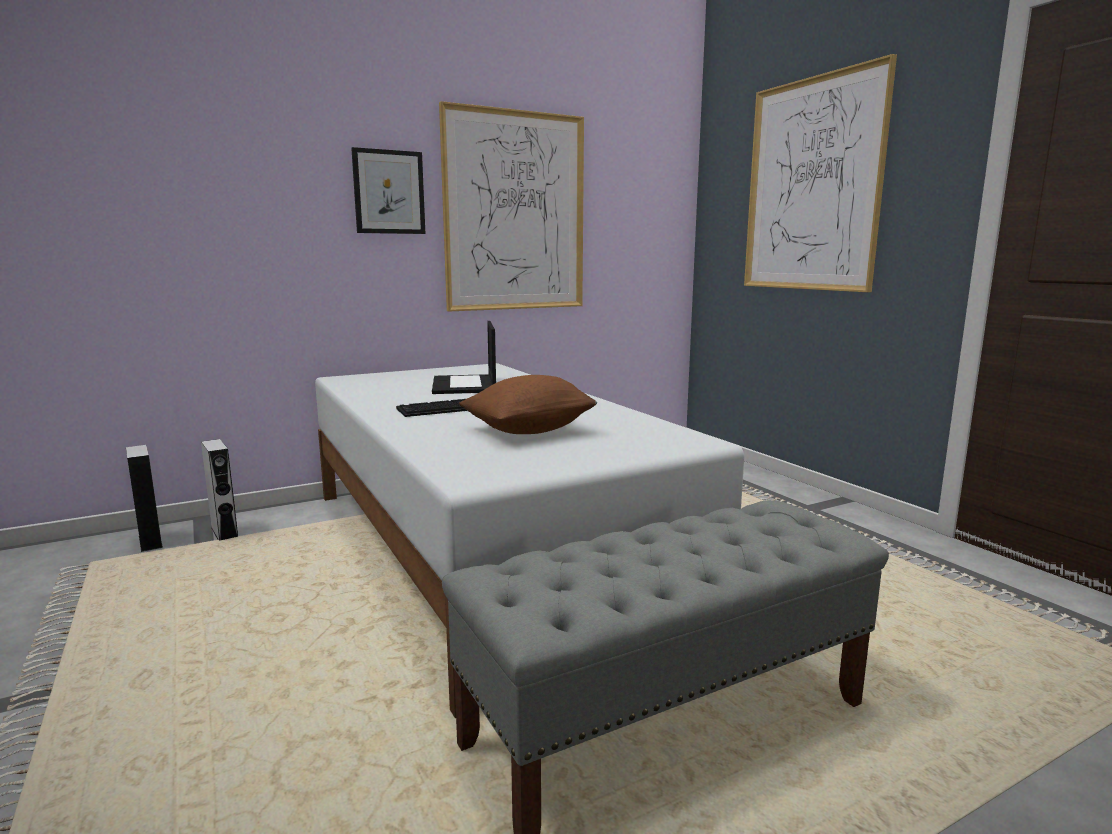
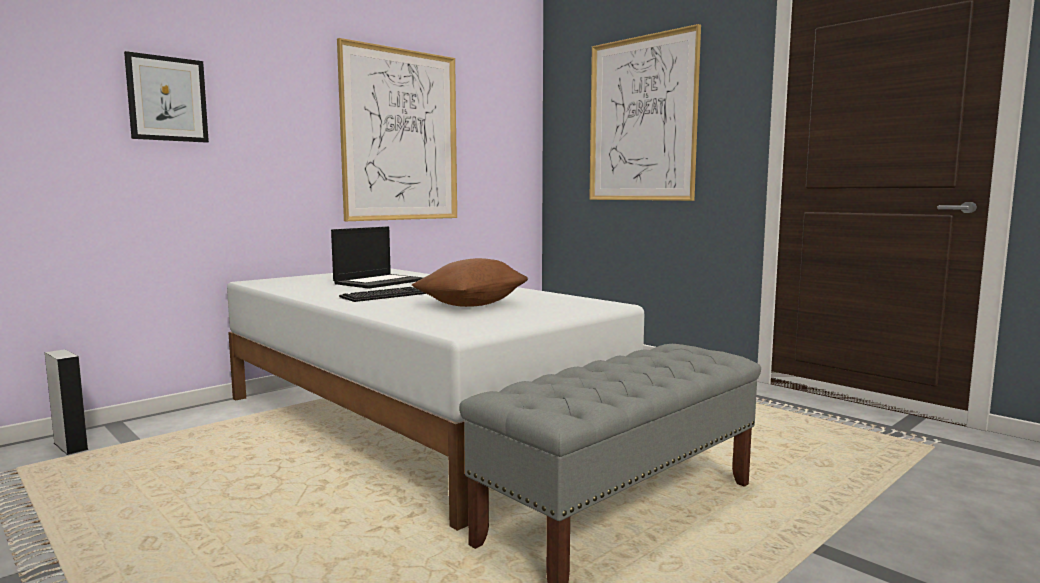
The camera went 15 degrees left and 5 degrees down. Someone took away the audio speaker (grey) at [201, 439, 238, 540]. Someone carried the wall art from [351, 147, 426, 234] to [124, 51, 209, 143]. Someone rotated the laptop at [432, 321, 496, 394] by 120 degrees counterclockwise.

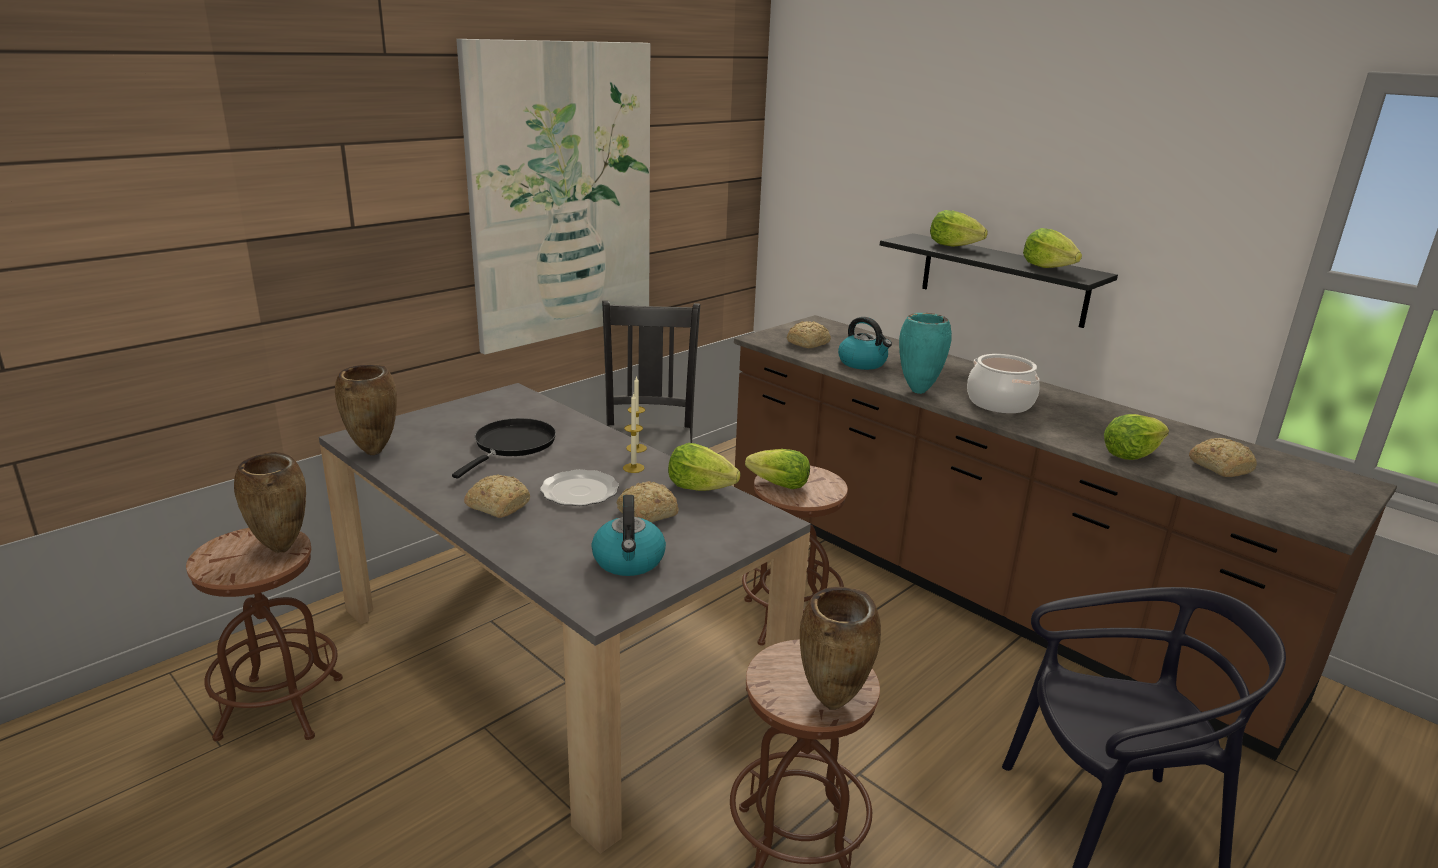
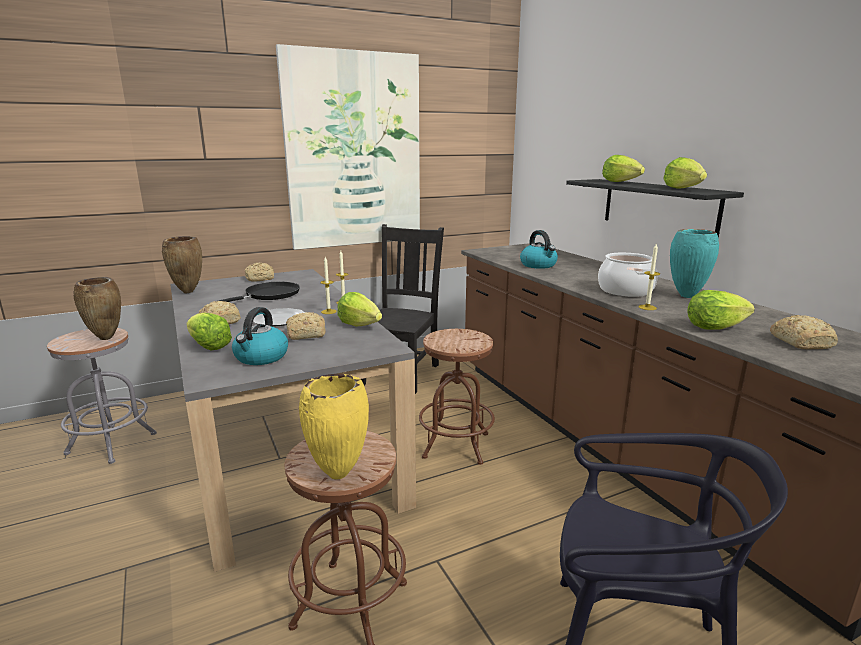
The camera went 20 degrees right and 5 degrees down. Someone repainted the stool (brown-coloured) at [186, 528, 343, 741], which became the stool (grey) at [47, 328, 157, 464]. Someone carried the head of lettuce from [745, 449, 810, 489] to [187, 313, 232, 350]. Someone carried the baked bread from [787, 321, 831, 348] to [245, 262, 274, 282]. Someone repainted the vase (brown-coloured) at [800, 587, 881, 710], which became the vase (yellow) at [299, 374, 369, 480]. Someone carried the vase (turquoise) from [899, 313, 952, 394] to [670, 229, 719, 298]. Someone put down the wax candle at [638, 244, 660, 310].

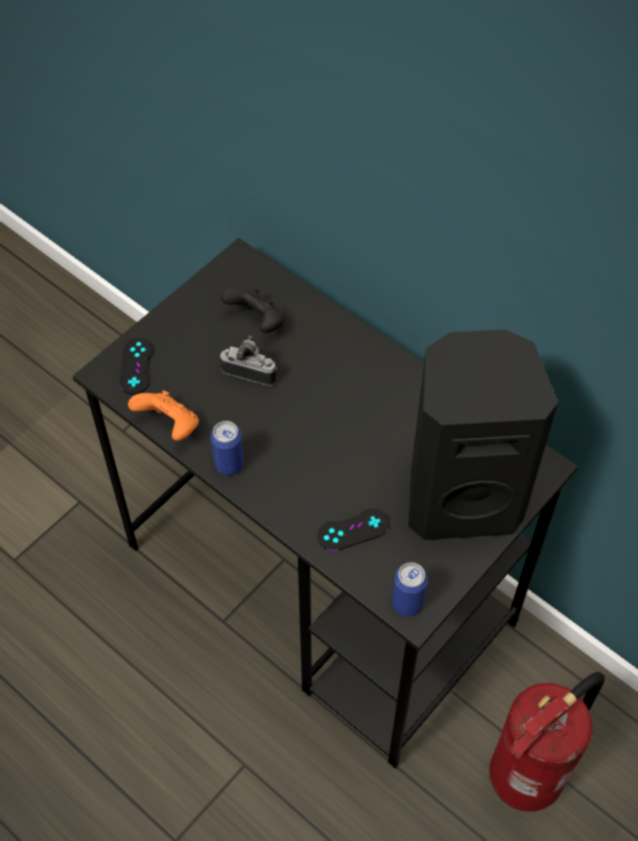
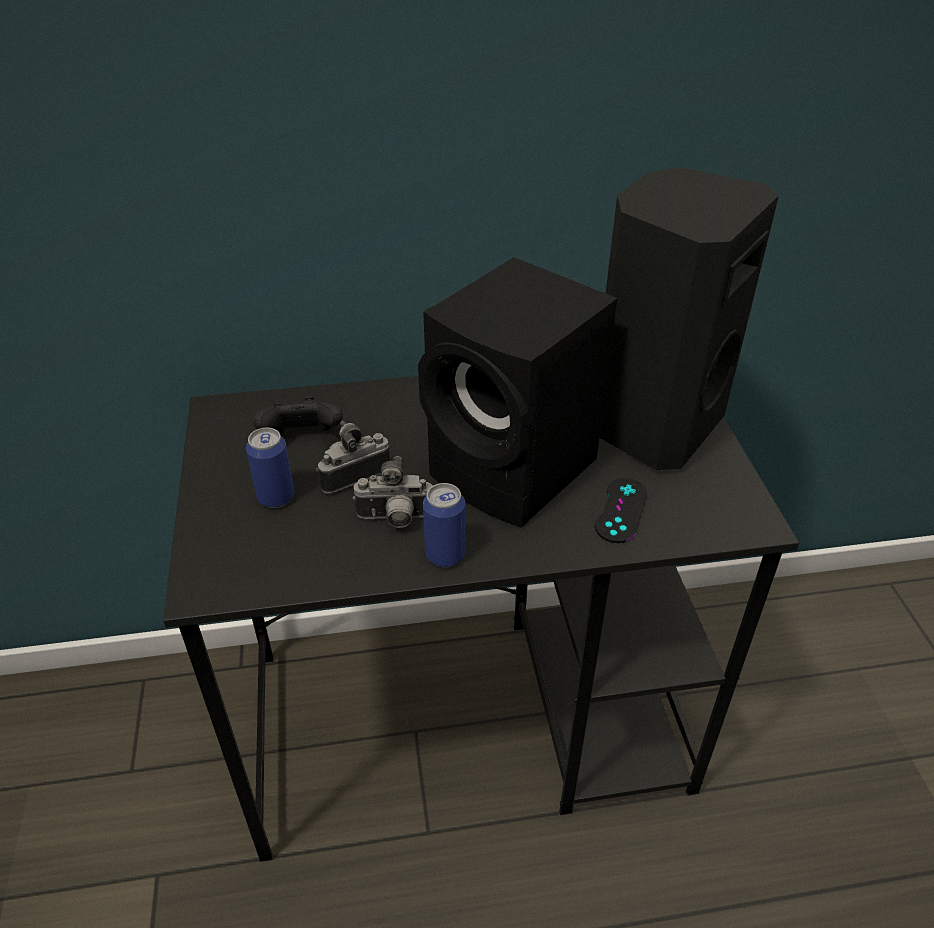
The camera went 50 degrees left and 15 degrees down. Someone took away the joypad (black-coloured) at [119, 338, 153, 395]. Someone took away the joypad (orange) at [128, 390, 199, 441]. Someone carried the metal can from [392, 562, 428, 616] to [246, 428, 294, 508]. Someone took away the fire extinguisher at [489, 672, 605, 812]. Someone put down the photo camera at [353, 456, 433, 528]. Someone put down the audio speaker (black-coloured) at [418, 257, 618, 528].

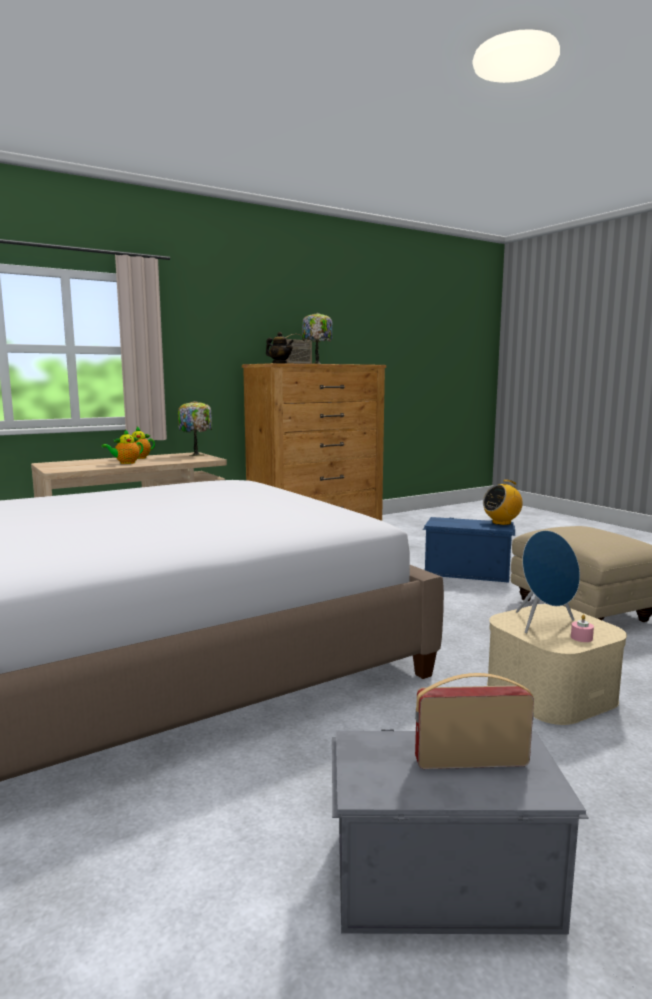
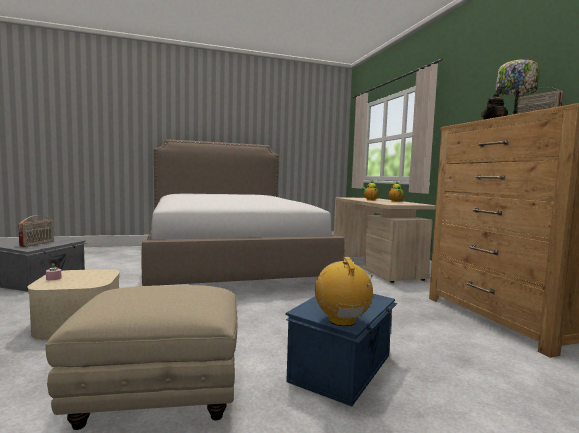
The camera went 105 degrees right and 5 degrees down. Someone took away the tabletop lamp at [178, 401, 212, 456]. Someone took away the audio speaker (blue-coloured) at [516, 530, 580, 633].

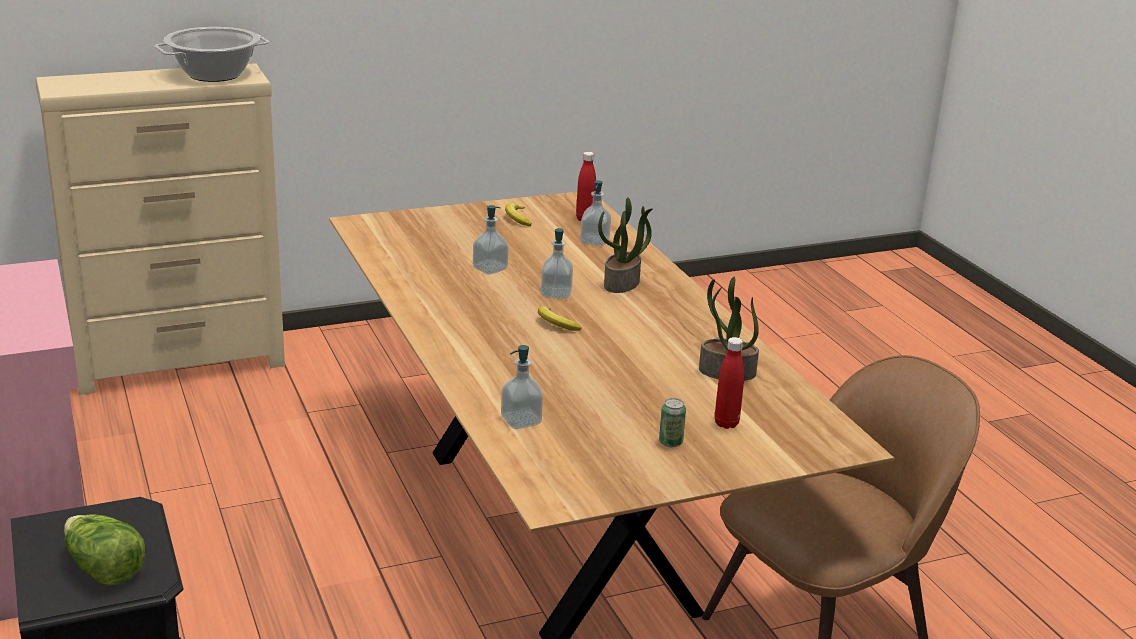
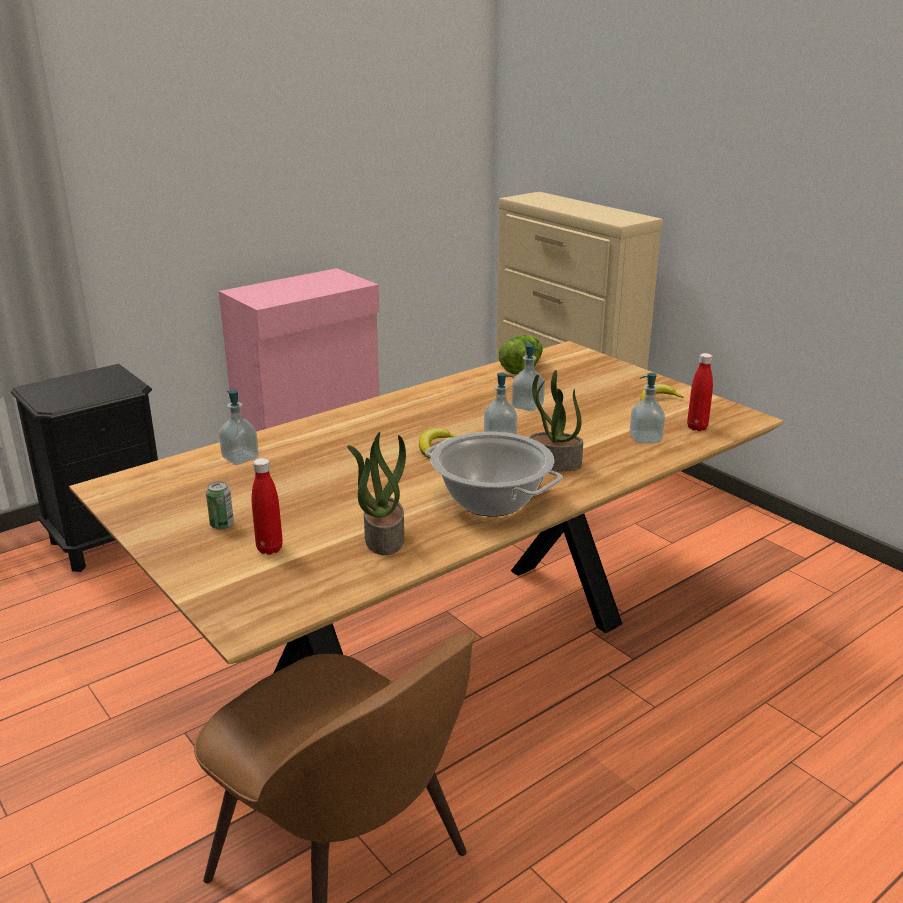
The camera went 75 degrees right and 0 degrees up. Someone carried the head of lettuce from [64, 514, 145, 586] to [499, 335, 543, 375]. Someone carried the saucepot from [154, 27, 269, 82] to [425, 432, 563, 517].

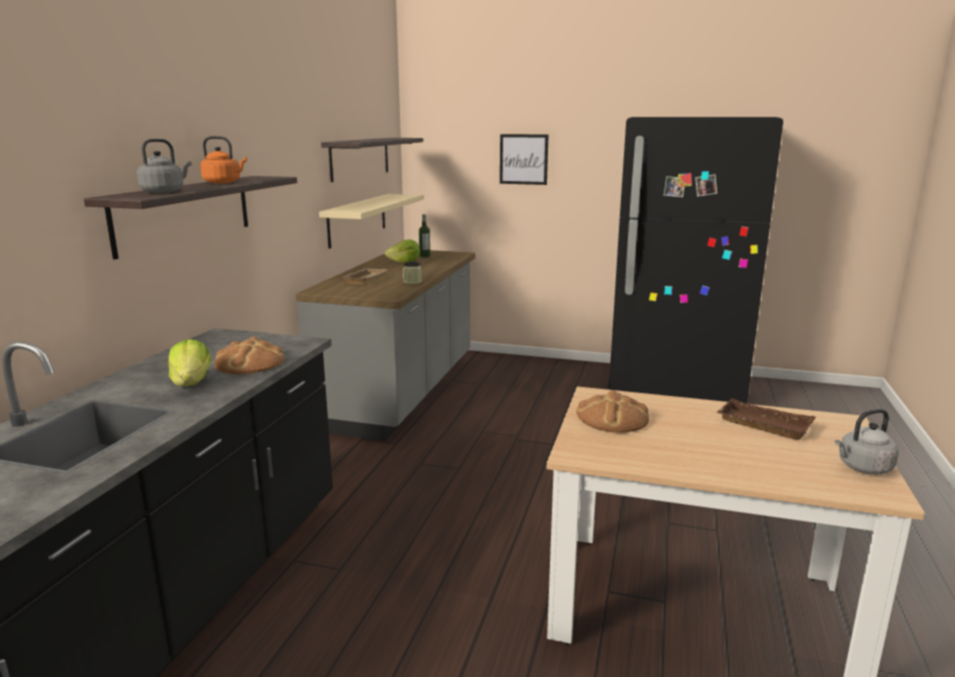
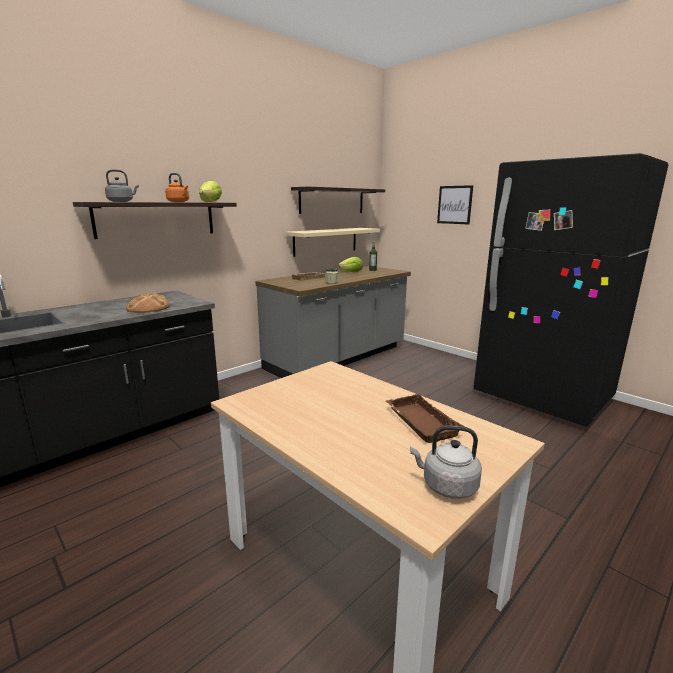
The camera went 30 degrees right and 0 degrees up. Someone carried the head of lettuce from [168, 339, 211, 387] to [199, 181, 222, 202]. Someone took away the baked bread at [576, 390, 649, 433].

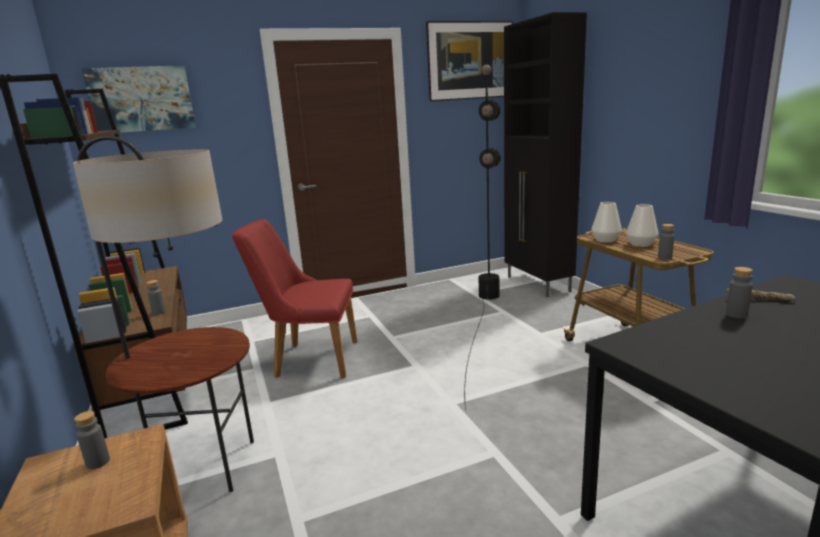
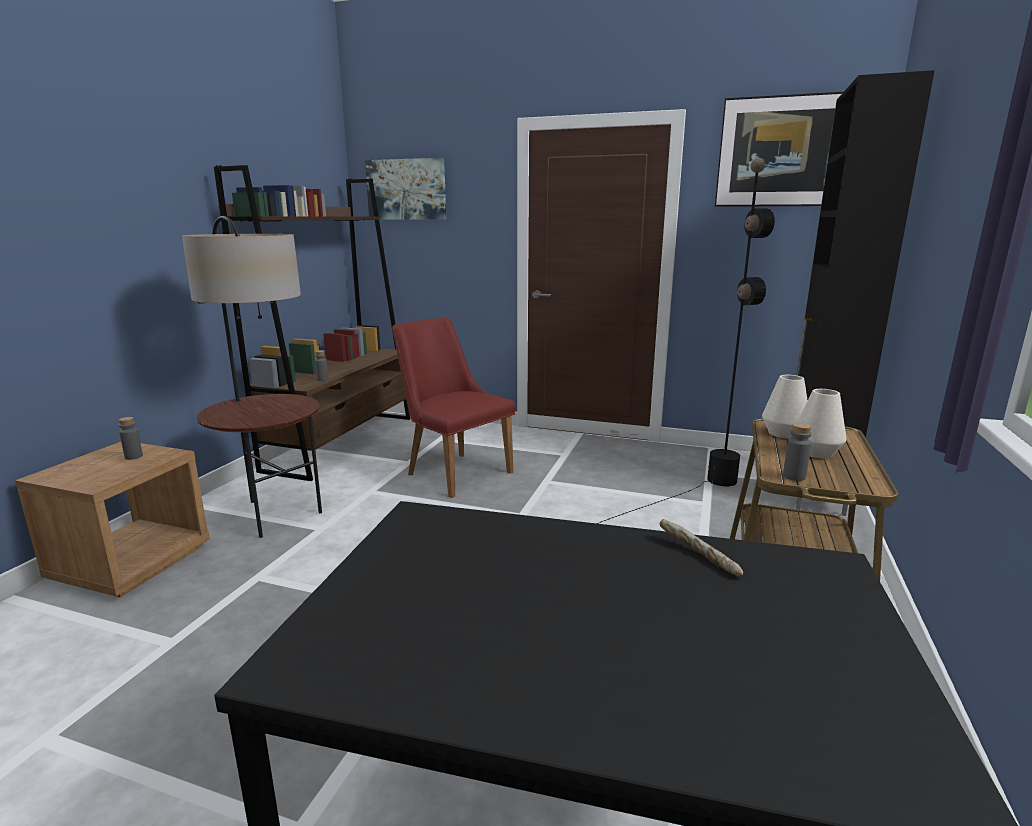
The camera went 40 degrees right and 0 degrees up. Someone took away the drink bottle (grey) at [726, 267, 753, 318].

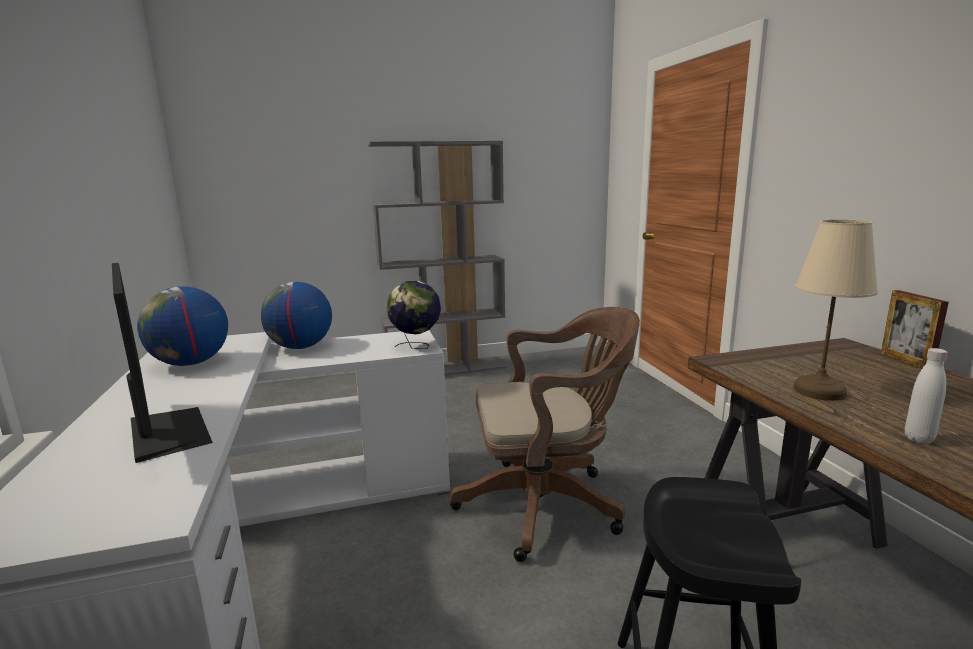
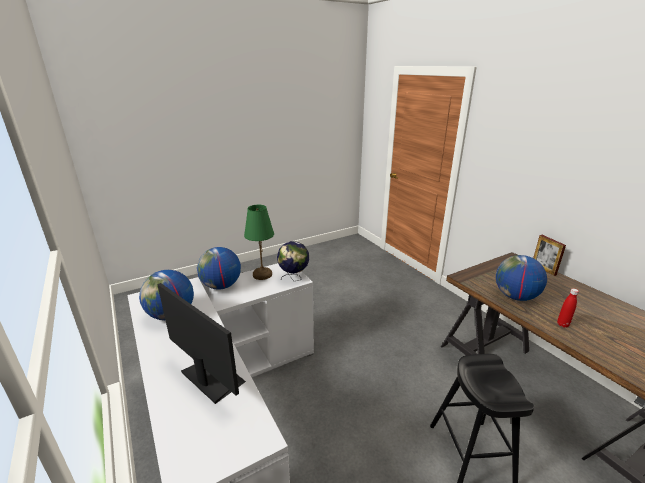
The camera went 15 degrees left and 10 degrees up. Someone took away the bookcase (grey) at [368, 141, 506, 376]. Someone took away the office chair (brown-coloured) at [450, 307, 640, 562]. Someone swapped the tabletop lamp (sand-coloured) at [794, 220, 878, 401] for the world globe at [496, 255, 547, 301]. Someone repainted the drink bottle (whitish) at [905, 348, 948, 444], which became the drink bottle (reddish) at [557, 288, 579, 328]. Someone put down the tabletop lamp (green-coloured) at [244, 205, 274, 280].

